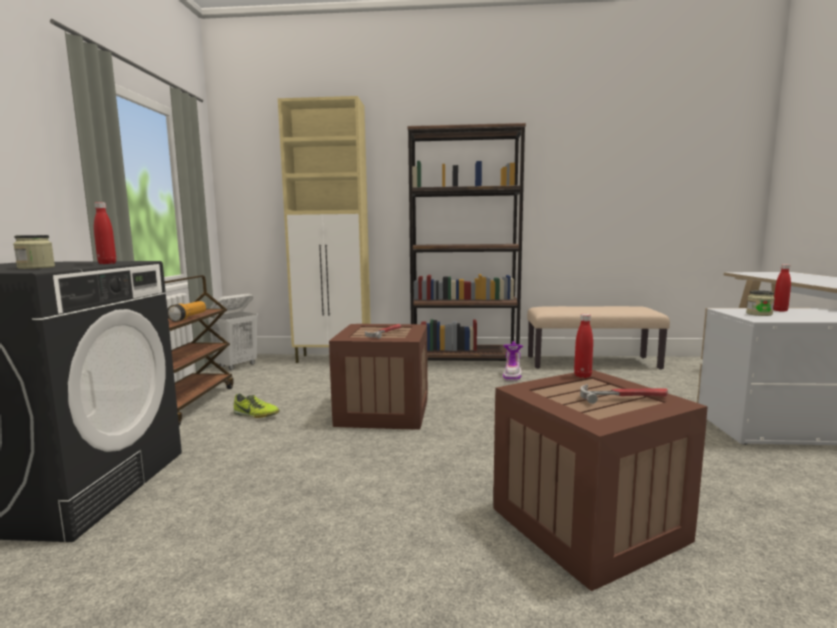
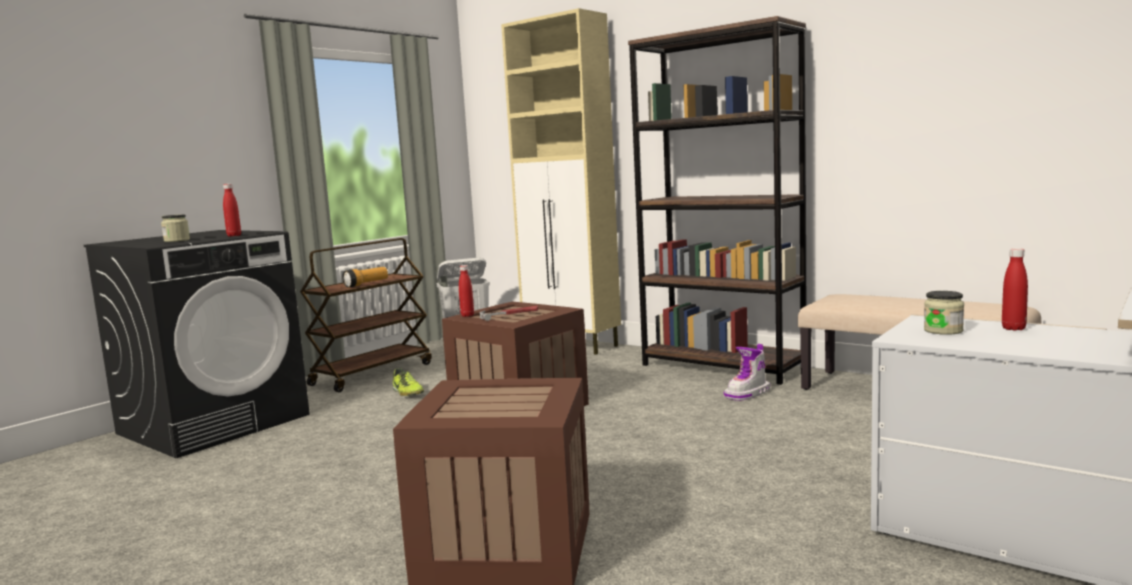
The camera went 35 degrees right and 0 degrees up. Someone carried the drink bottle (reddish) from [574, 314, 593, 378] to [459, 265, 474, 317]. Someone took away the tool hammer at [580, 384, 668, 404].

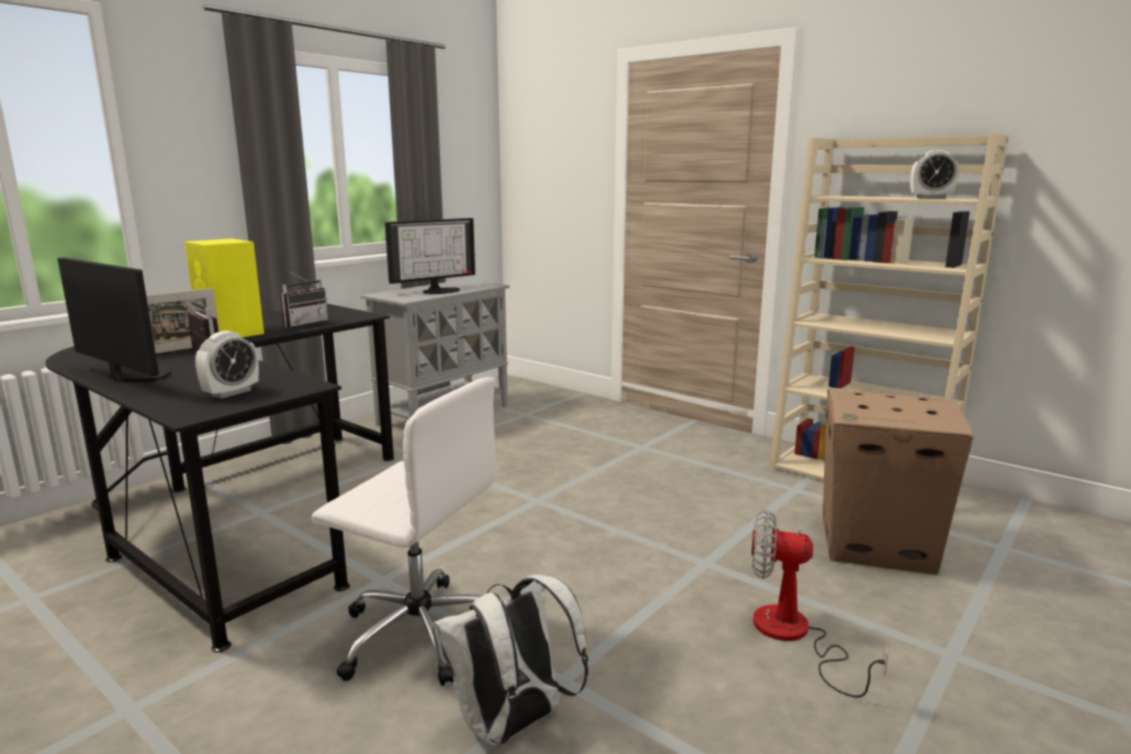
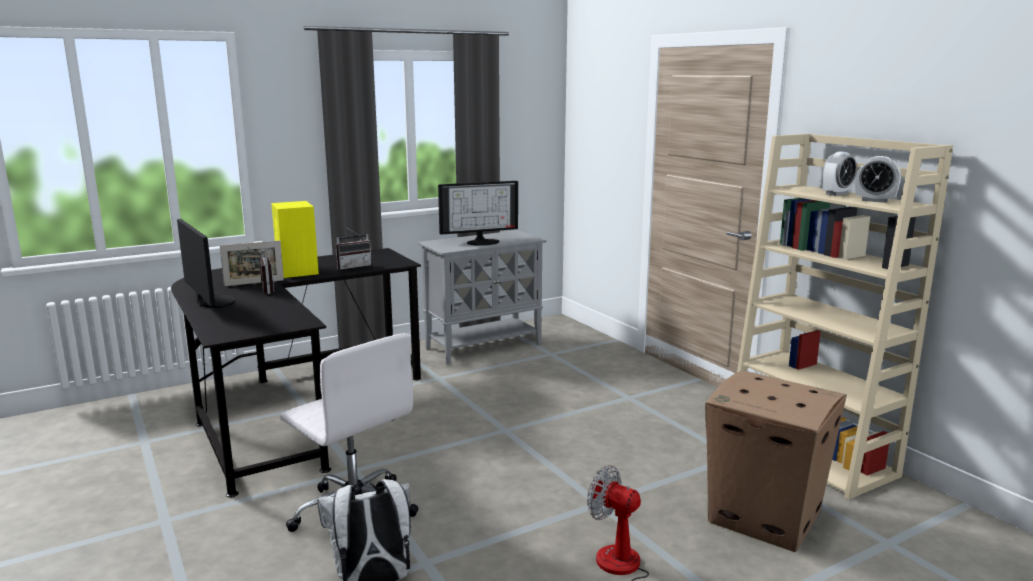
The camera went 20 degrees right and 0 degrees up. Someone carried the bedside clock from [195, 331, 259, 399] to [822, 152, 857, 196].

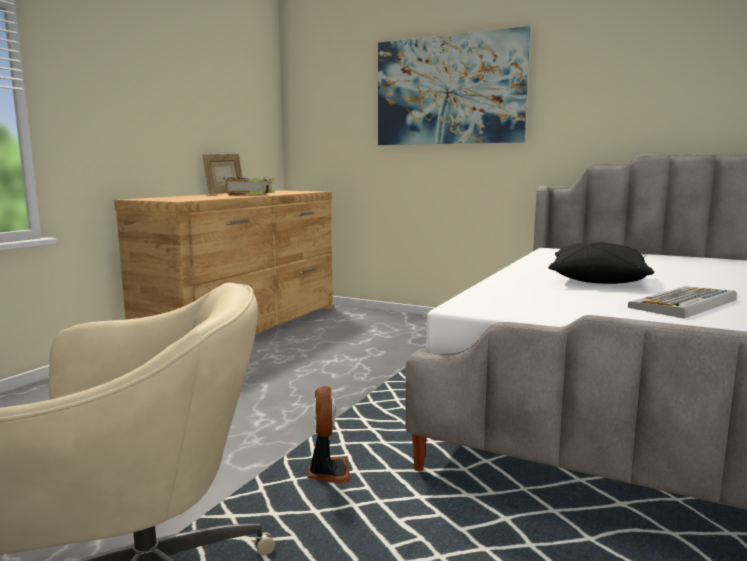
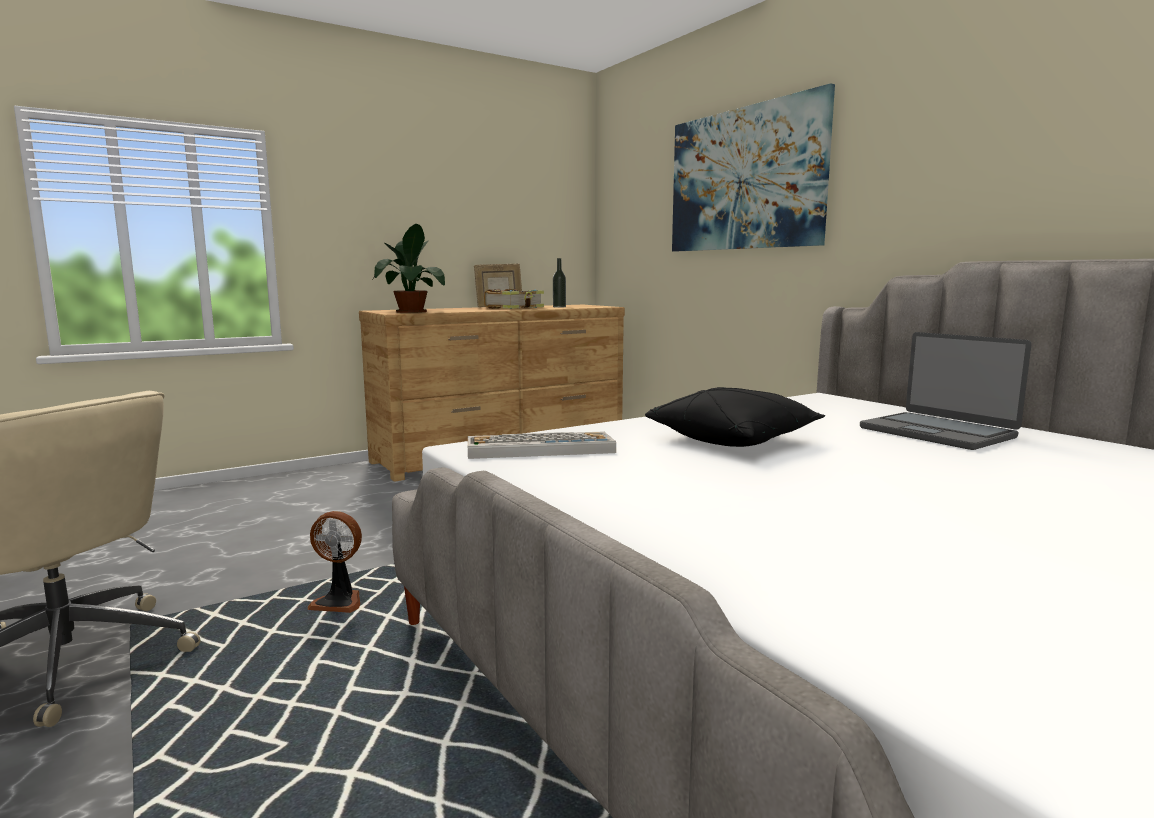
The camera went 30 degrees right and 0 degrees up. Someone rotated the cooling fan at [307, 386, 351, 484] by 75 degrees clockwise. Someone carried the keyboard from [628, 286, 737, 319] to [468, 431, 616, 459]. Someone put down the houseplant at [373, 224, 445, 313]. Someone put down the drink bottle at [553, 258, 566, 308]. Someone put down the laptop at [860, 332, 1032, 450].

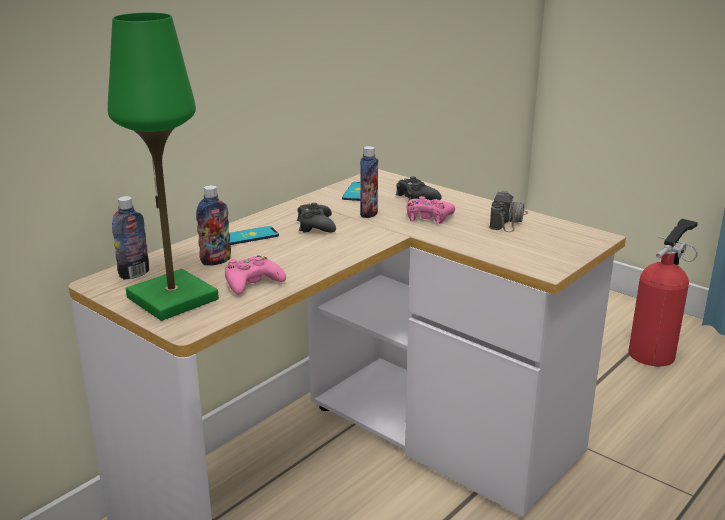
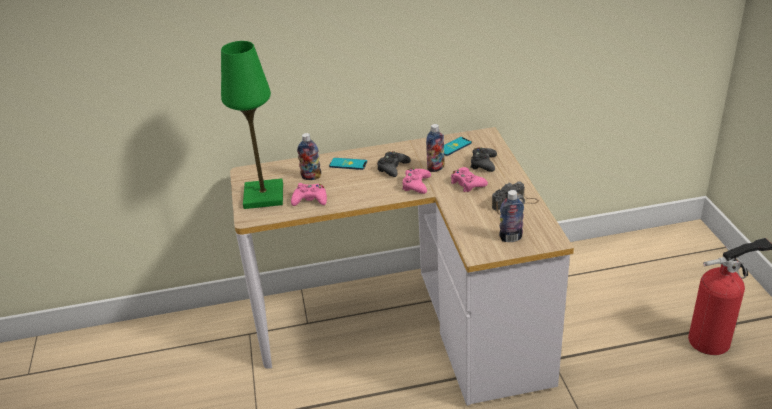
The camera went 40 degrees right and 10 degrees up. Someone carried the drink bottle from [112, 196, 149, 280] to [499, 190, 524, 242]. Someone put down the joypad (pink-coloured) at [402, 168, 431, 194].

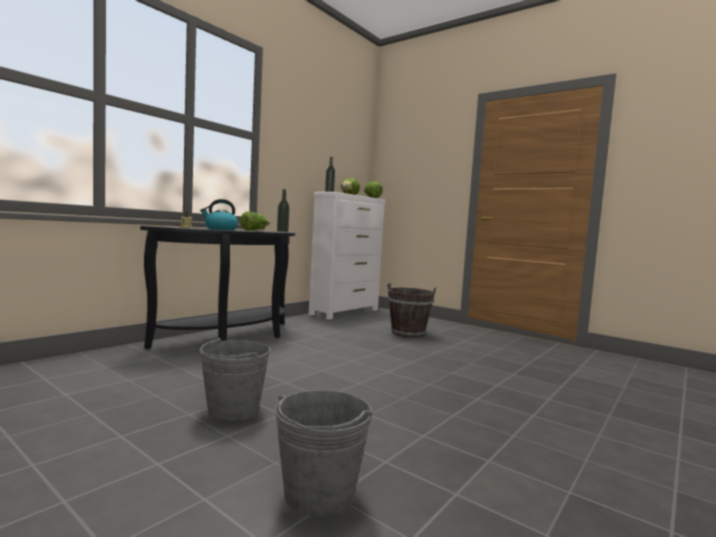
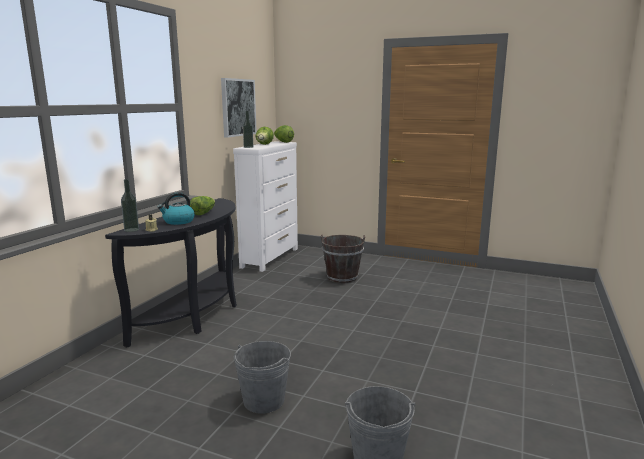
The camera went 15 degrees left and 10 degrees up. Someone carried the drink bottle from [277, 189, 290, 232] to [121, 179, 139, 232]. Someone put up the wall art at [221, 78, 257, 138].

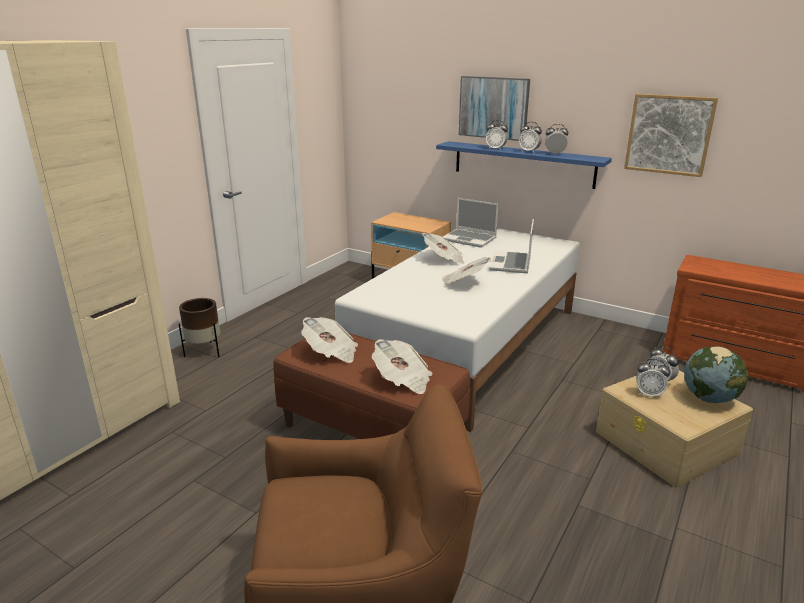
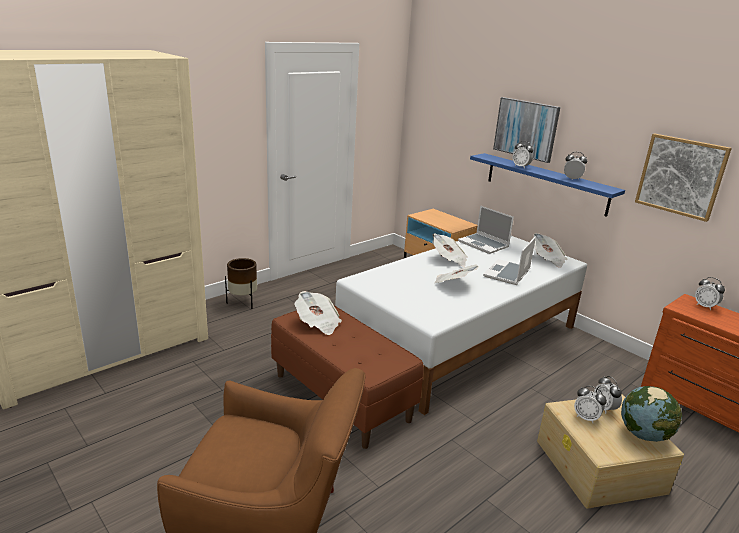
The camera went 15 degrees right and 0 degrees up. Someone carried the newspaper from [371, 339, 432, 394] to [533, 233, 567, 268]. Someone carried the bedside clock from [519, 122, 542, 153] to [695, 277, 725, 310].

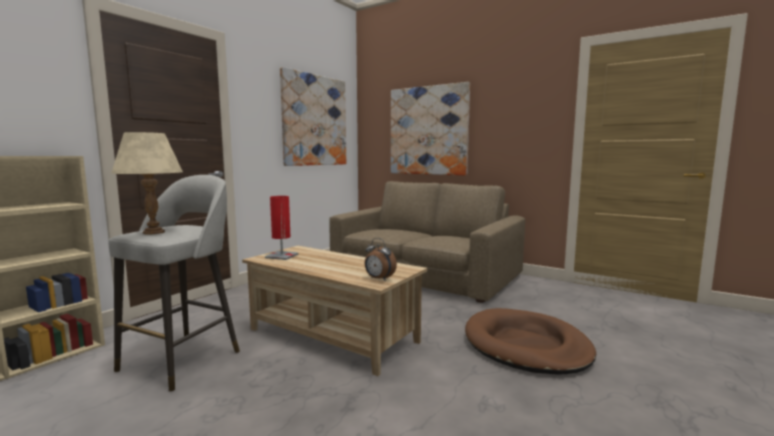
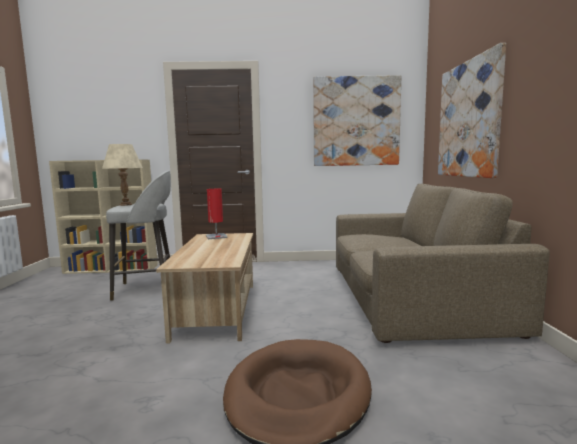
The camera went 55 degrees right and 0 degrees up. Someone took away the bedside clock at [365, 238, 397, 281].

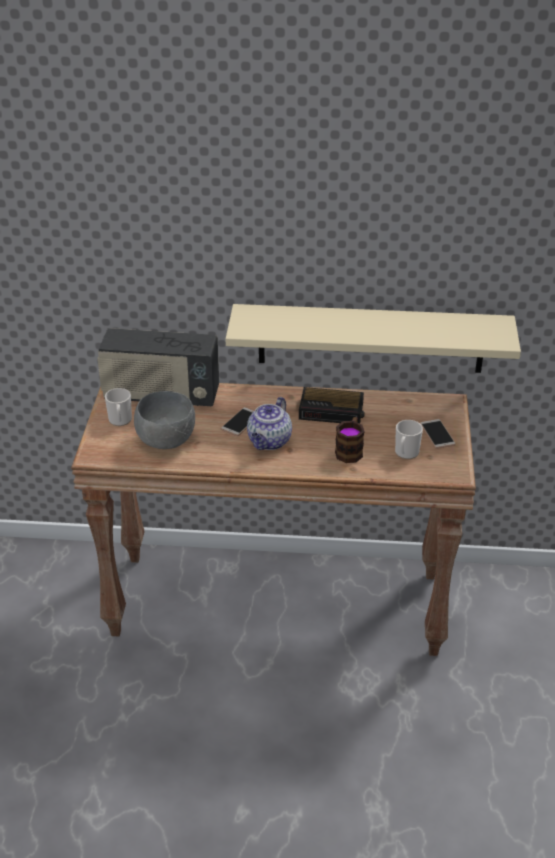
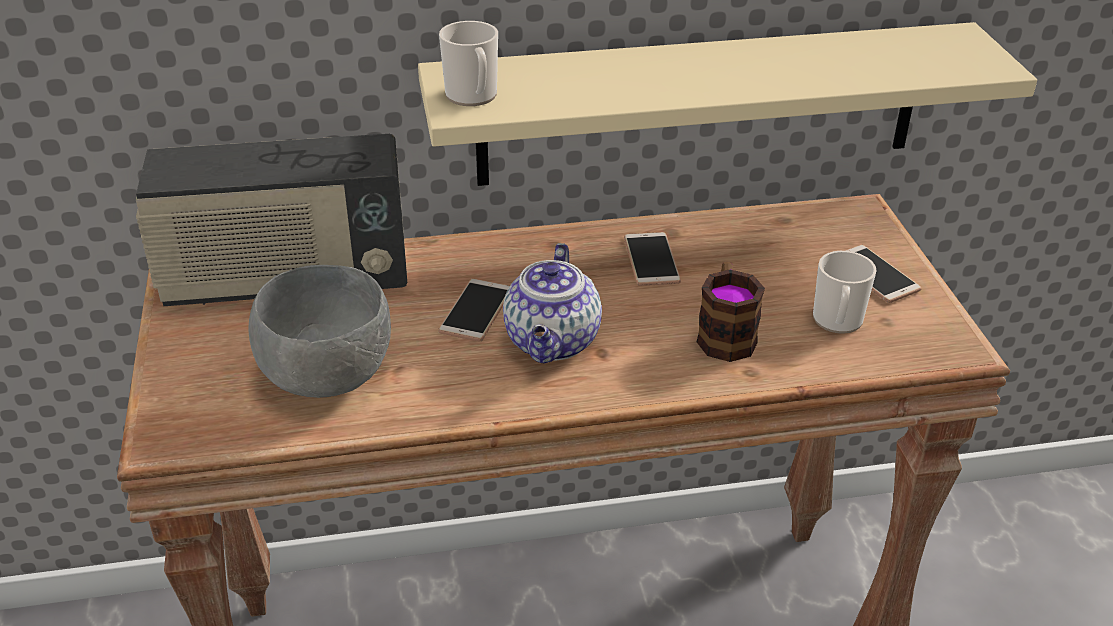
The camera went 15 degrees left and 0 degrees up. Someone carried the mug from [105, 388, 132, 426] to [439, 21, 498, 106]. Someone swapped the bedside clock at [299, 387, 365, 423] for the phone at [624, 232, 681, 286].

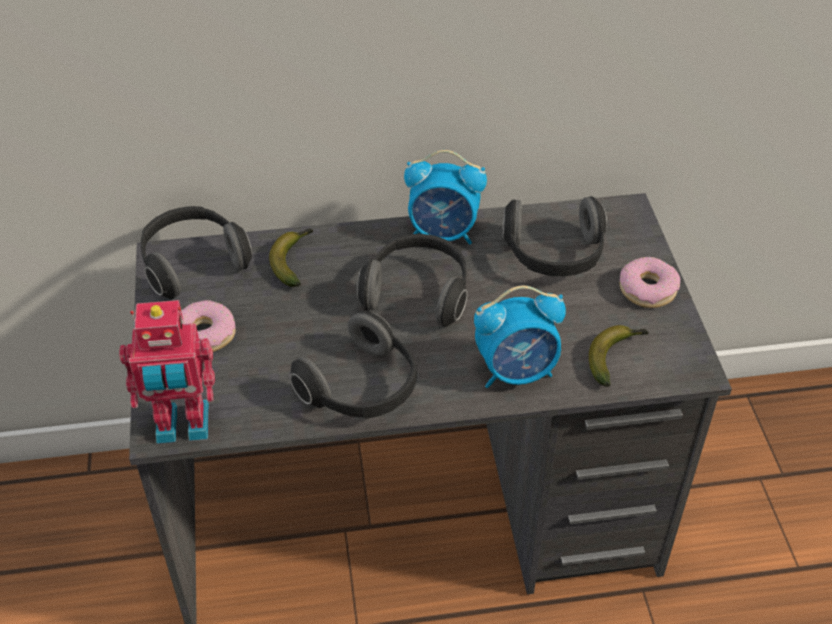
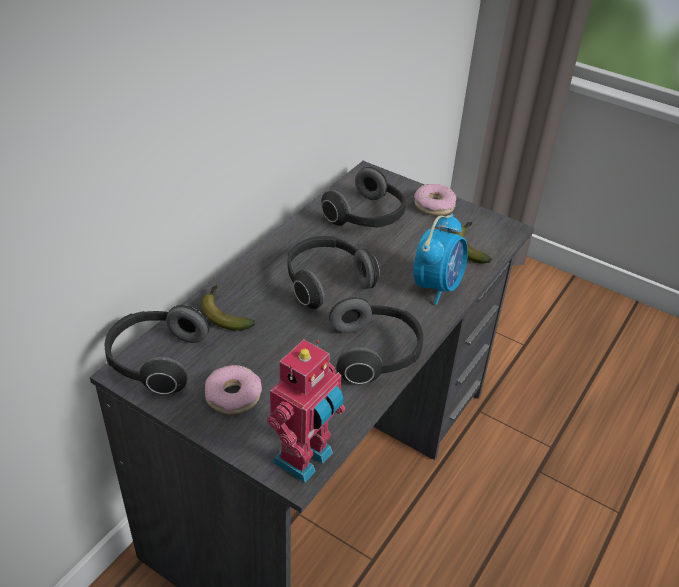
The camera went 50 degrees left and 5 degrees down. Someone took away the bedside clock at [404, 150, 487, 244].

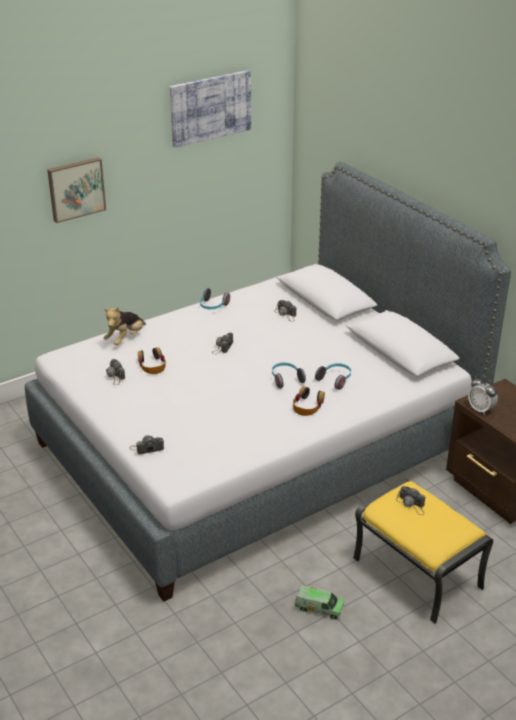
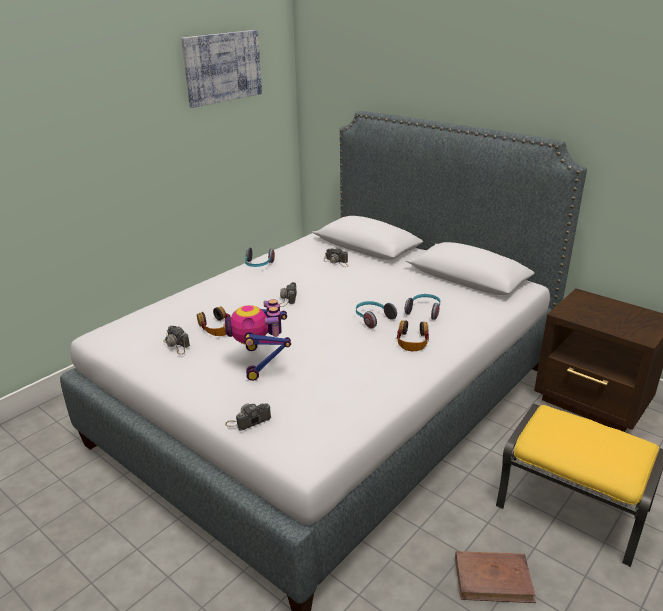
The camera went 15 degrees left and 5 degrees down. Someone took away the wall art at [47, 157, 106, 223]. Someone took away the cuddly toy at [103, 307, 146, 345]. Someone swapped the toy truck at [295, 585, 344, 620] for the volume (brown-coloured) at [455, 551, 536, 603]. Someone took away the photo camera at [396, 486, 425, 515]. Someone took away the bedside clock at [468, 376, 498, 415]. Someone put down the toy robot at [223, 299, 291, 381].

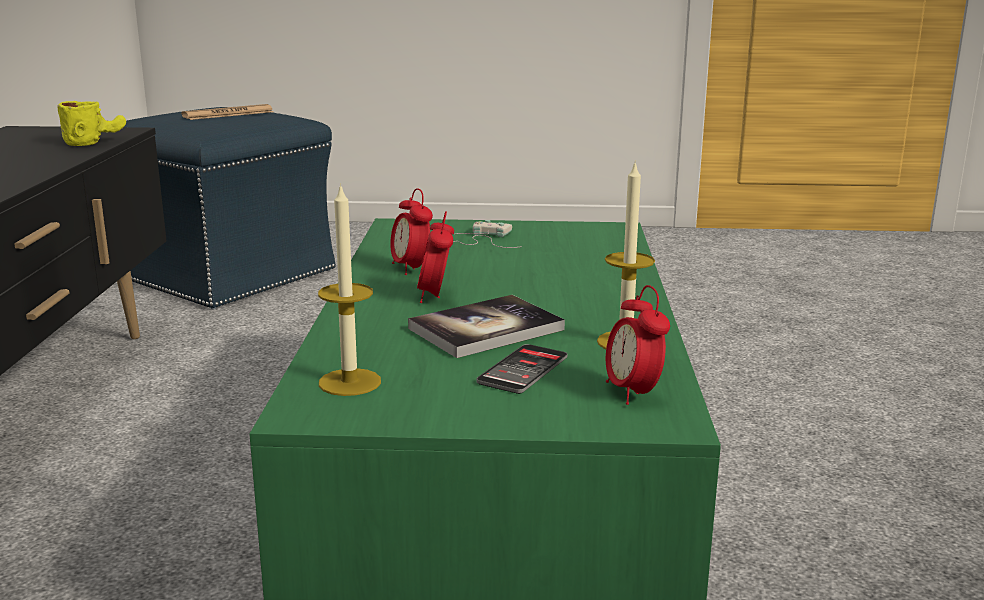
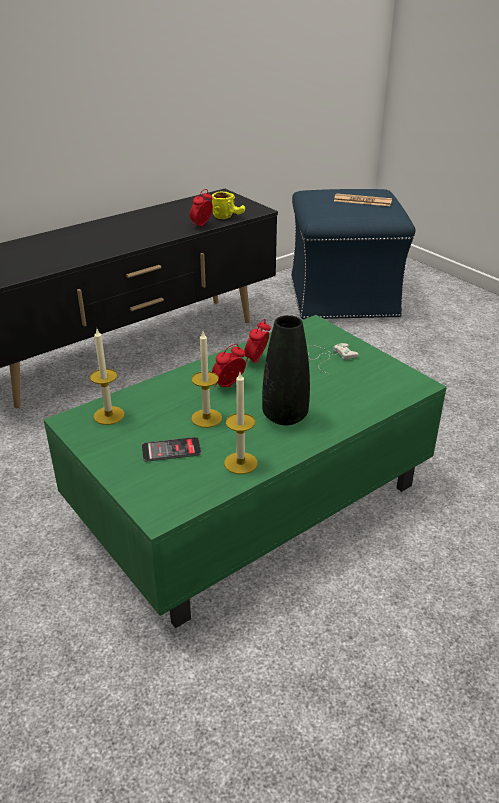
The camera went 50 degrees right and 15 degrees up. Someone swapped the volume at [408, 295, 565, 358] for the wax candle at [191, 332, 222, 428]. Someone carried the bedside clock from [606, 285, 670, 405] to [190, 189, 213, 227]. Someone put down the vase (black-coloured) at [262, 315, 310, 425].

